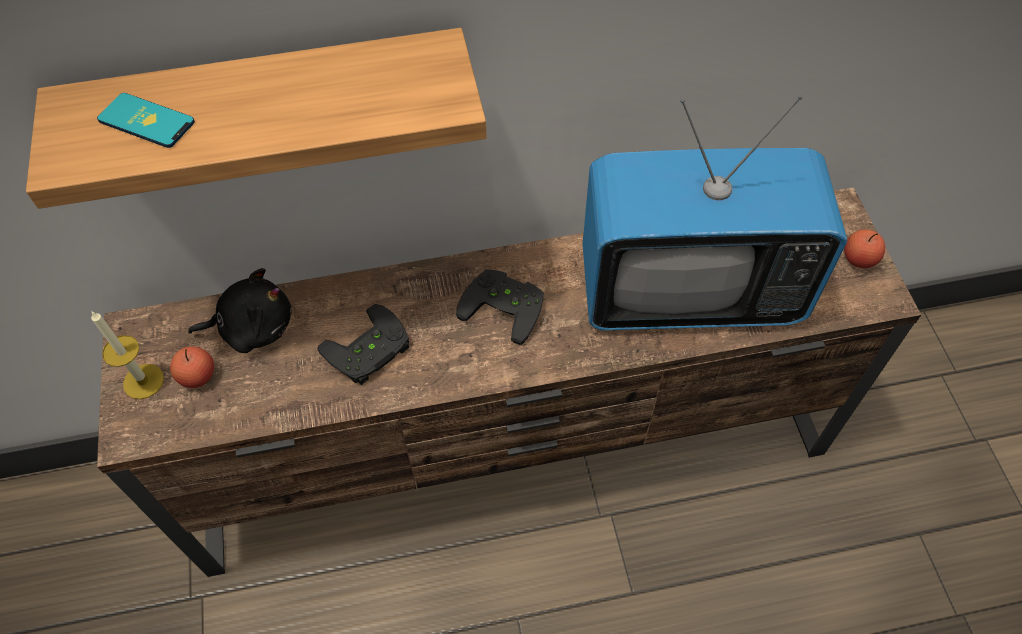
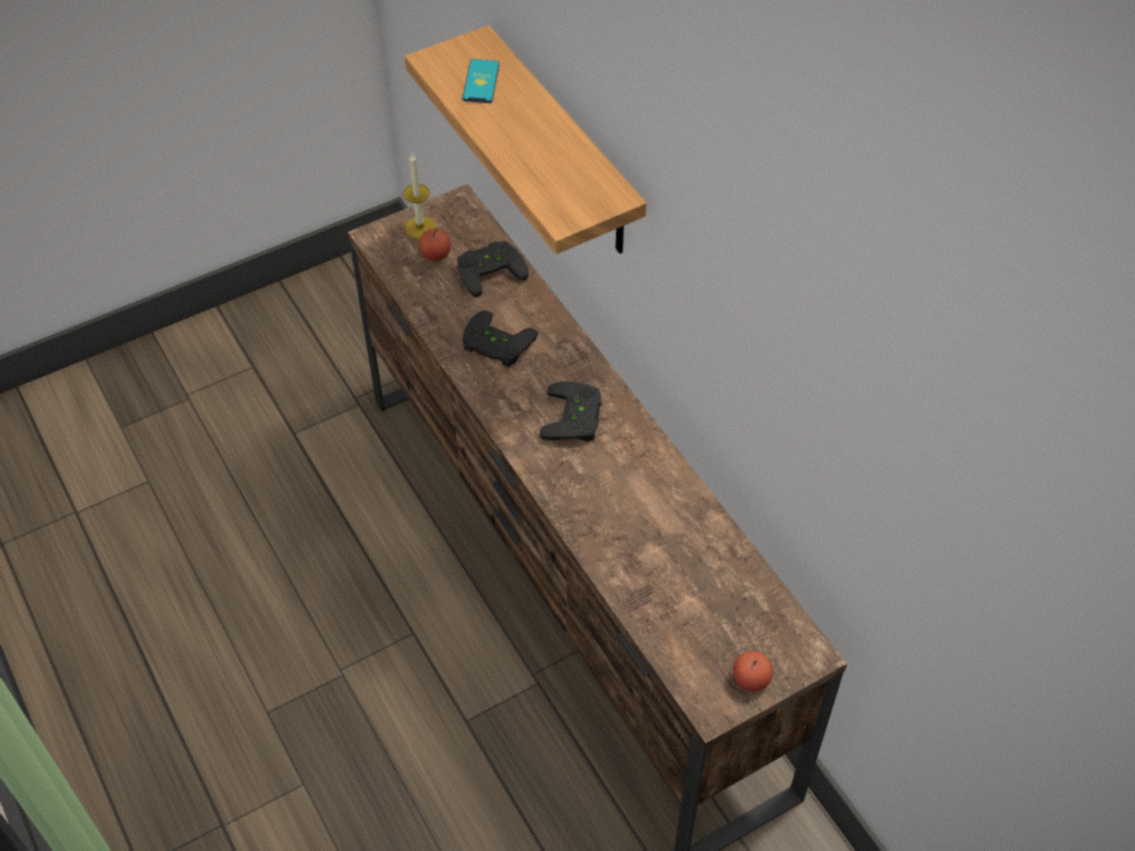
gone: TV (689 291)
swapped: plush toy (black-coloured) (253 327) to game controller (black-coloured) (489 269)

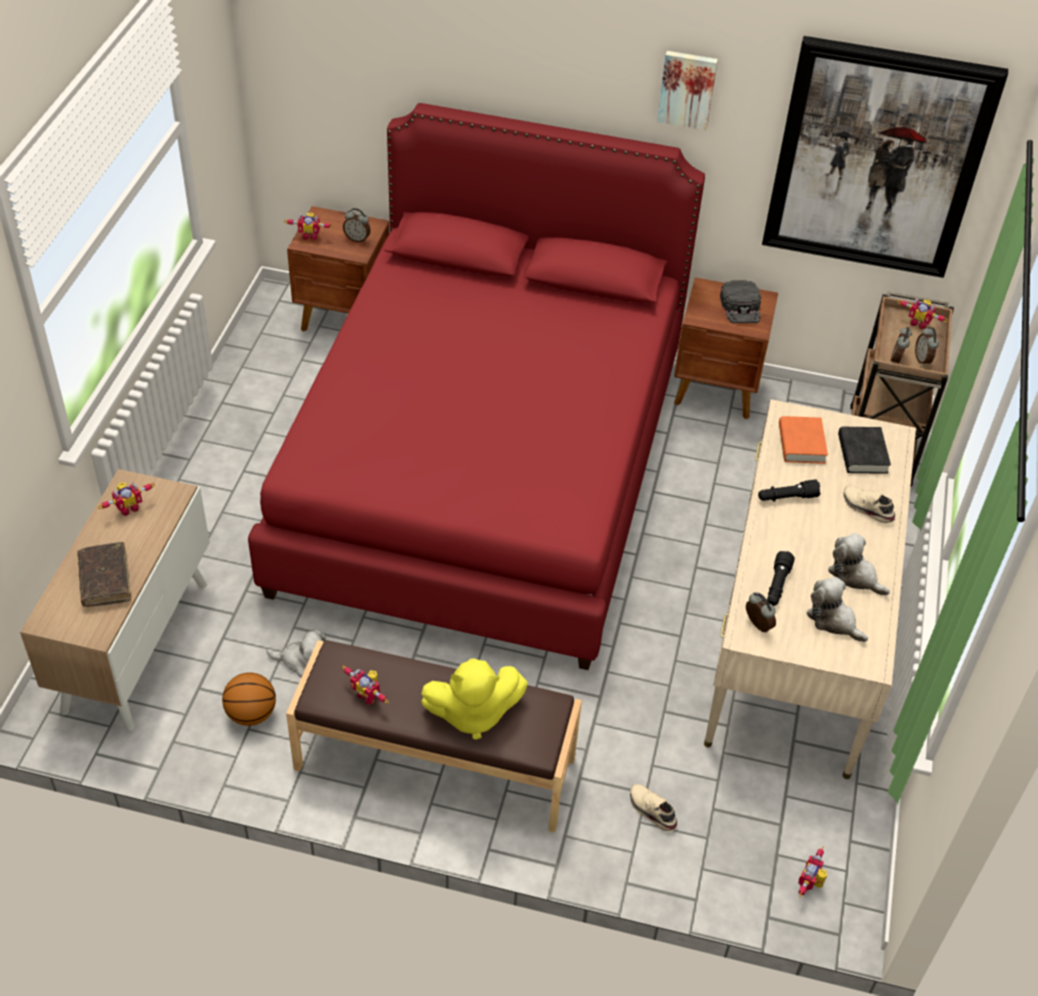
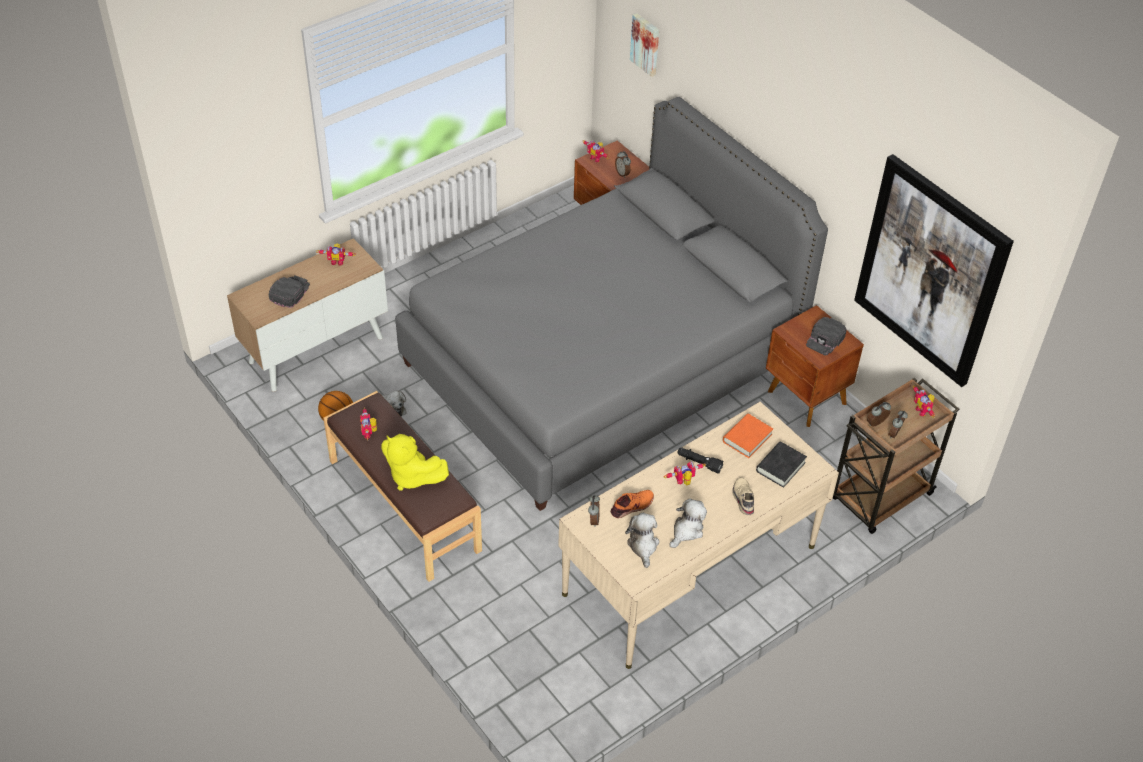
gone: shoe (sand-coloured) (651 811)
shifted: picture (687 89) to (646 44); toy robot (810 884) to (684 482)
swapped: bound book (brown) (105 580) to baseball cap (black-coloured) (289 292); hand torch (black-coloured) (777 585) to shoe (orange) (632 506)
repainted: sleeping bed (reddish) (483 469) to sleeping bed (grey) (601 362)
rotated: plush toy (854 576) = (686 530) 45 degrees clockwise

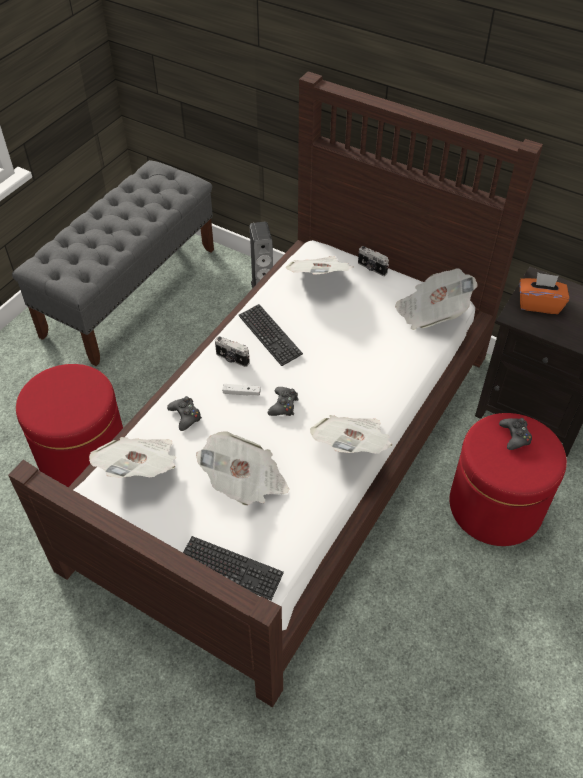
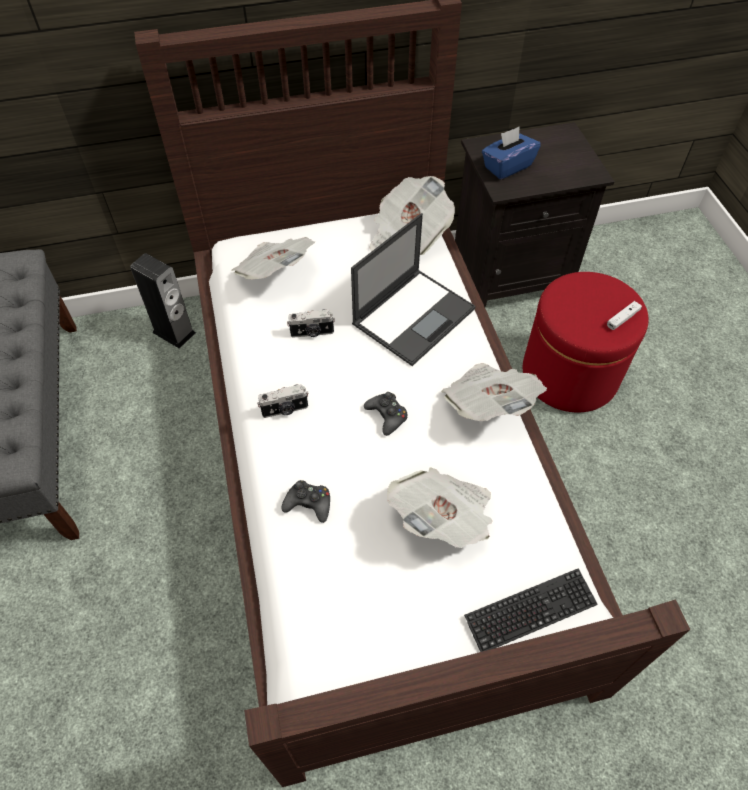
gone: footrest (reddish) (83 455); newspaper (140 469); PC keyboard (270 336); game controller (black-coloured) (515 436)
new: notebook computer (414 315)
shifted: still camera (371 268) to (312 333); game controller (white) (241 393) to (622 318)
repainted: tissue holder (orange) (539 304) to tissue holder (blue) (507 166)

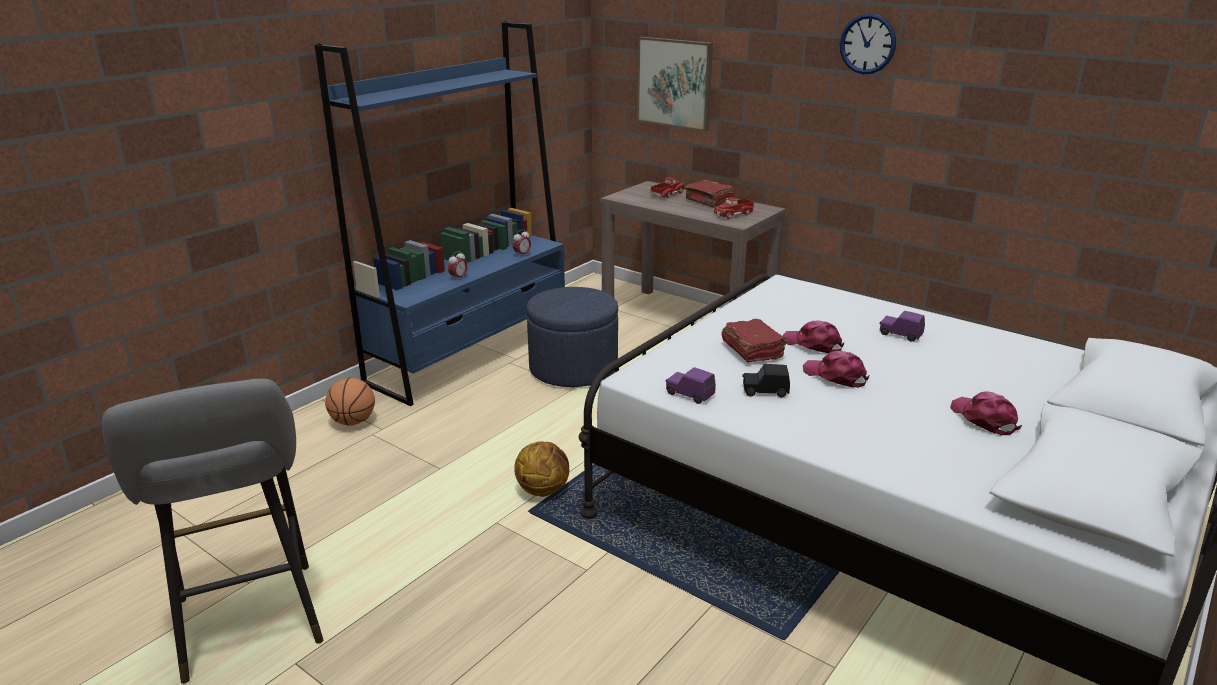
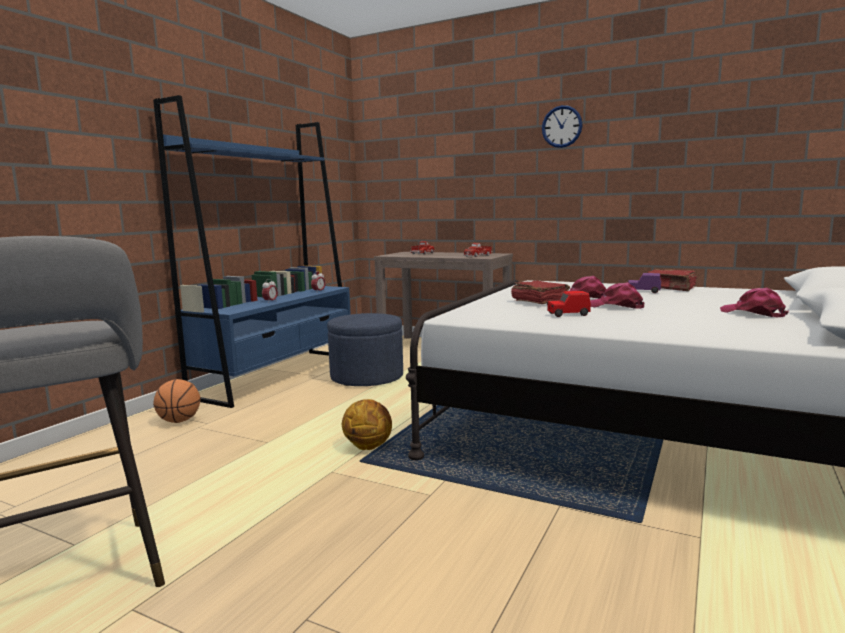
gone: picture (675 83); toy car (purplish) (689 394)
shifted: bound book (reddish) (709 201) to (670 288)
repainted: toy car (black-coloured) (764 391) to toy car (reddish) (567 314)

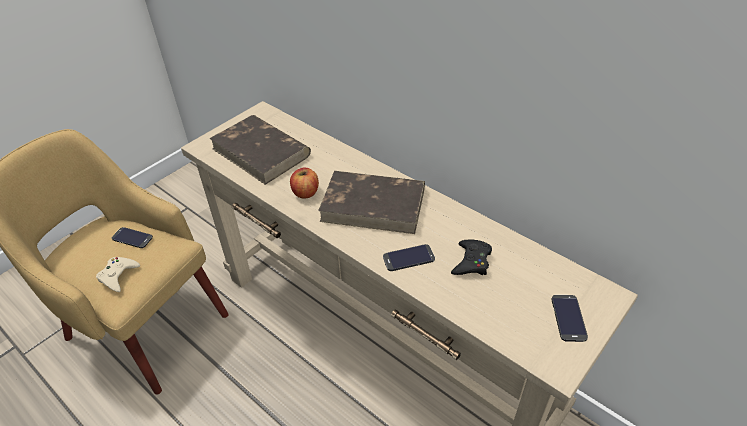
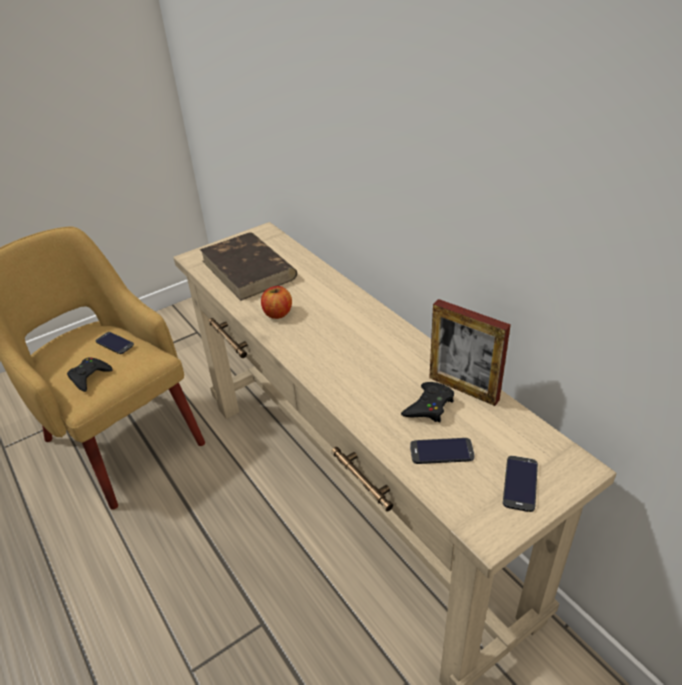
gone: bound book (brown) (374 205)
new: photo frame (463 388)
shifted: telephone (408 258) to (441 451)
repainted: game controller (sand-coloured) (118 276) to game controller (black-coloured) (89 376)

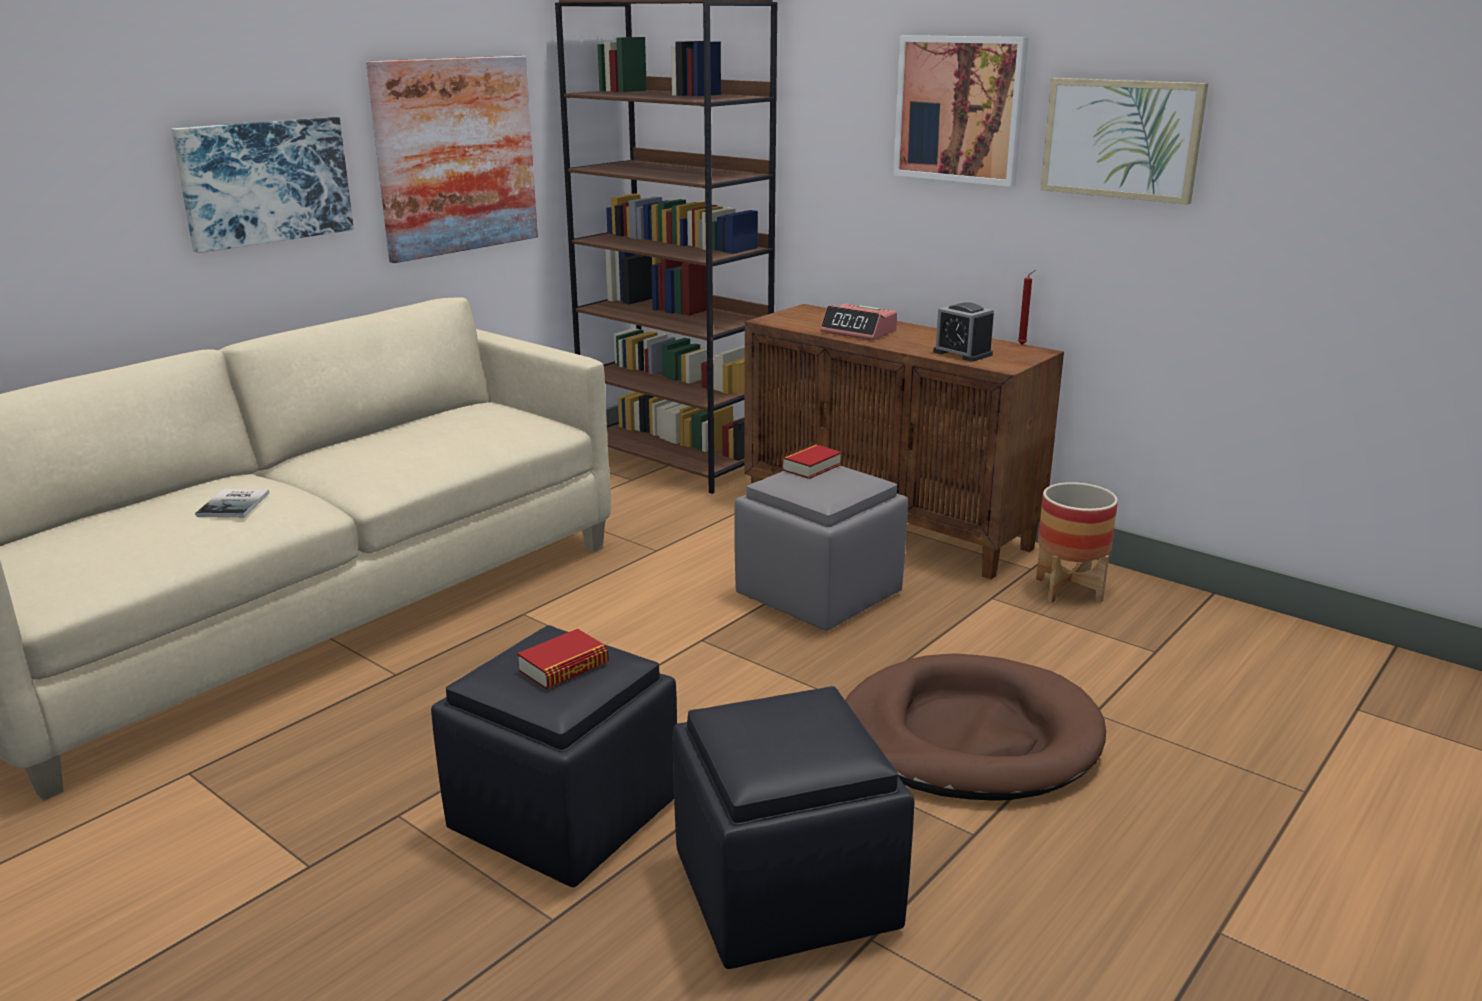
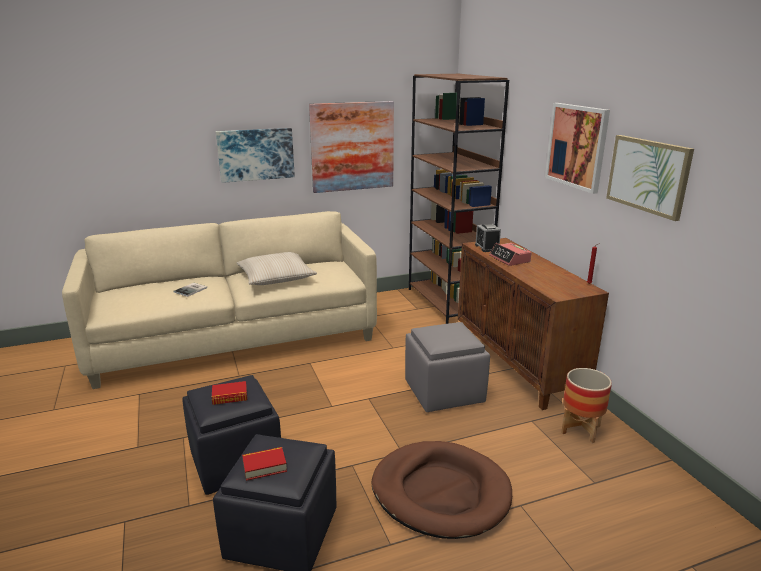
new: pillow (sand-coloured) (276 277)
shifted: bound book (811 467) to (264 467); bedside clock (962 353) to (487 247)

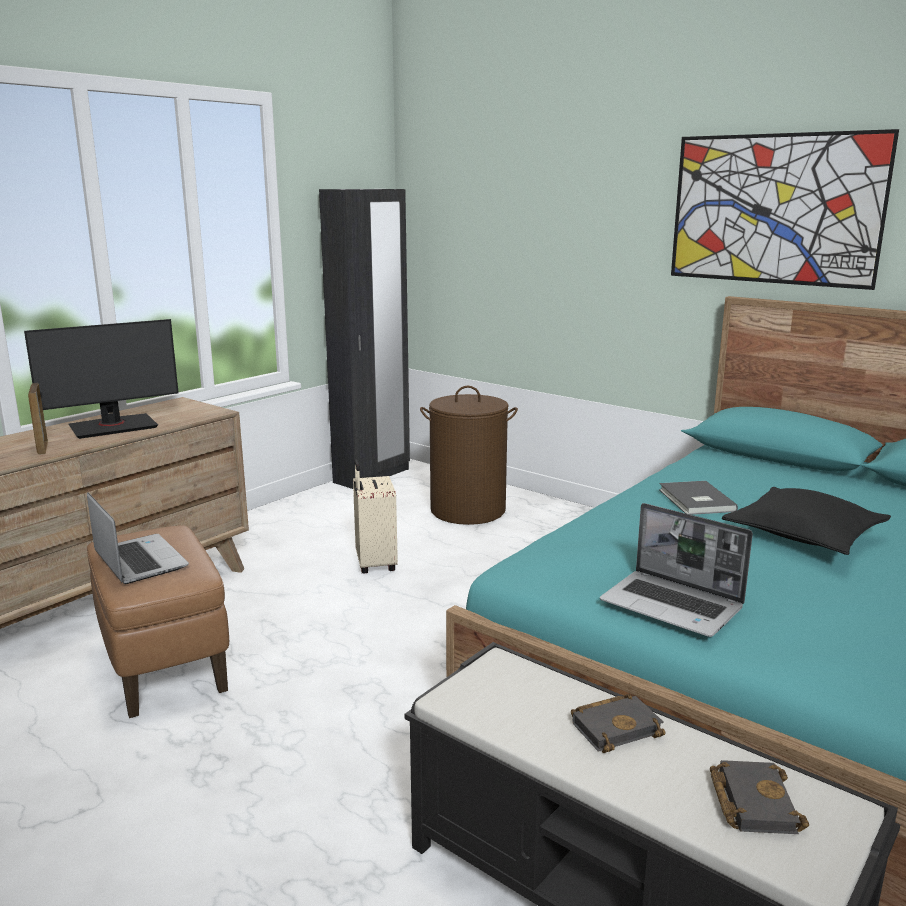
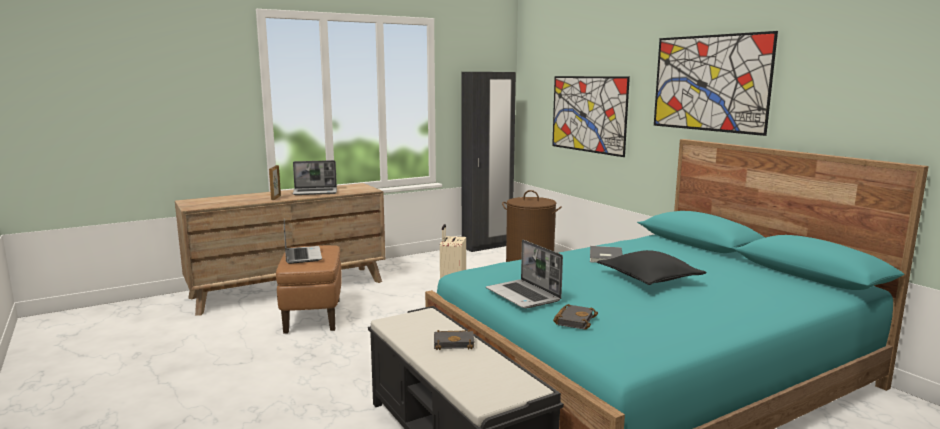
new: picture (588 114)
shifted: bound book (black-coloured) (751 801) to (574 320)
swapped: monitor (113 426) to notebook computer (316 192)

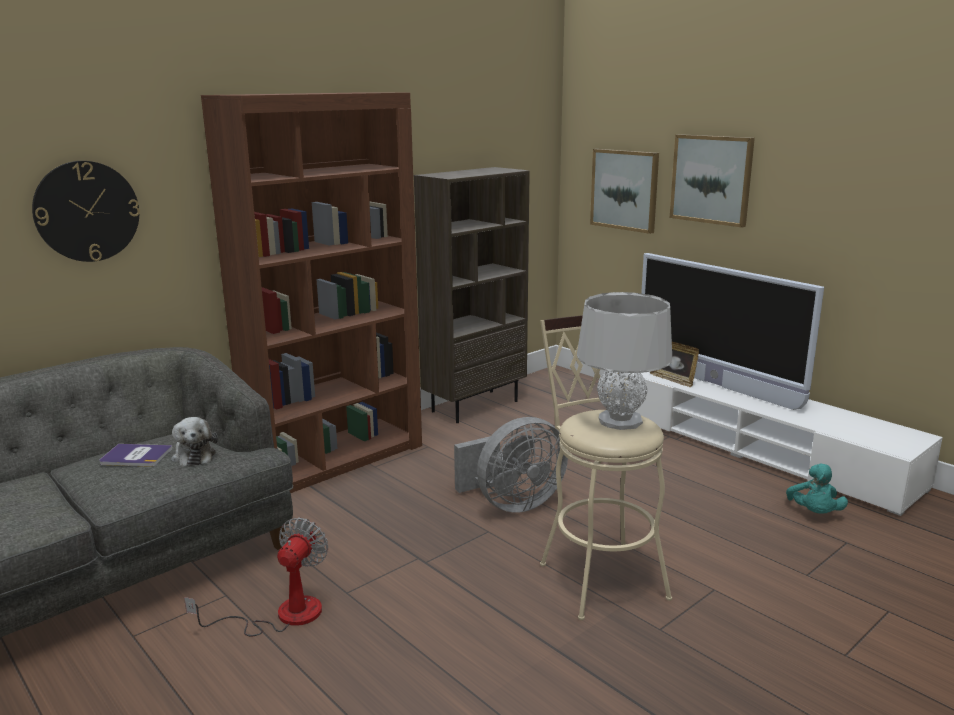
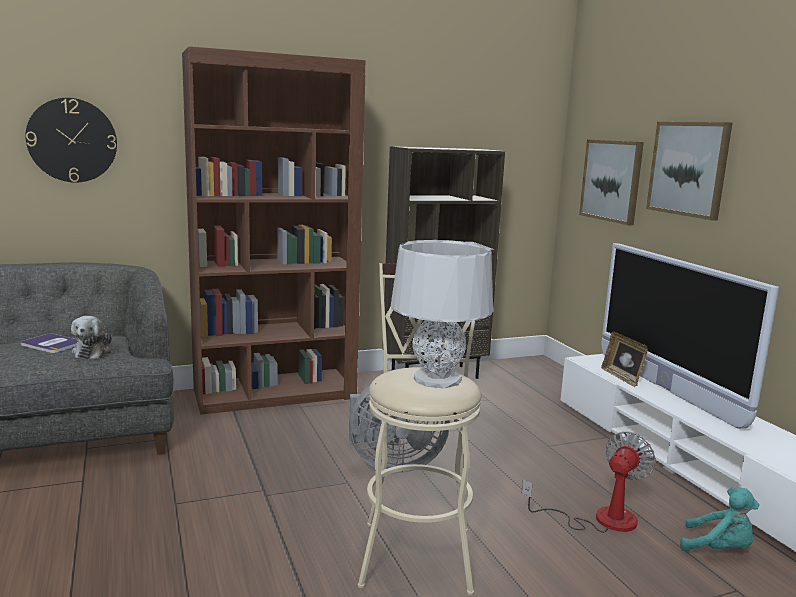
shifted: fan (282 615) to (600 519)
rotated: plush toy (blue-green) (814 513) = (718 549) 90 degrees counterclockwise

